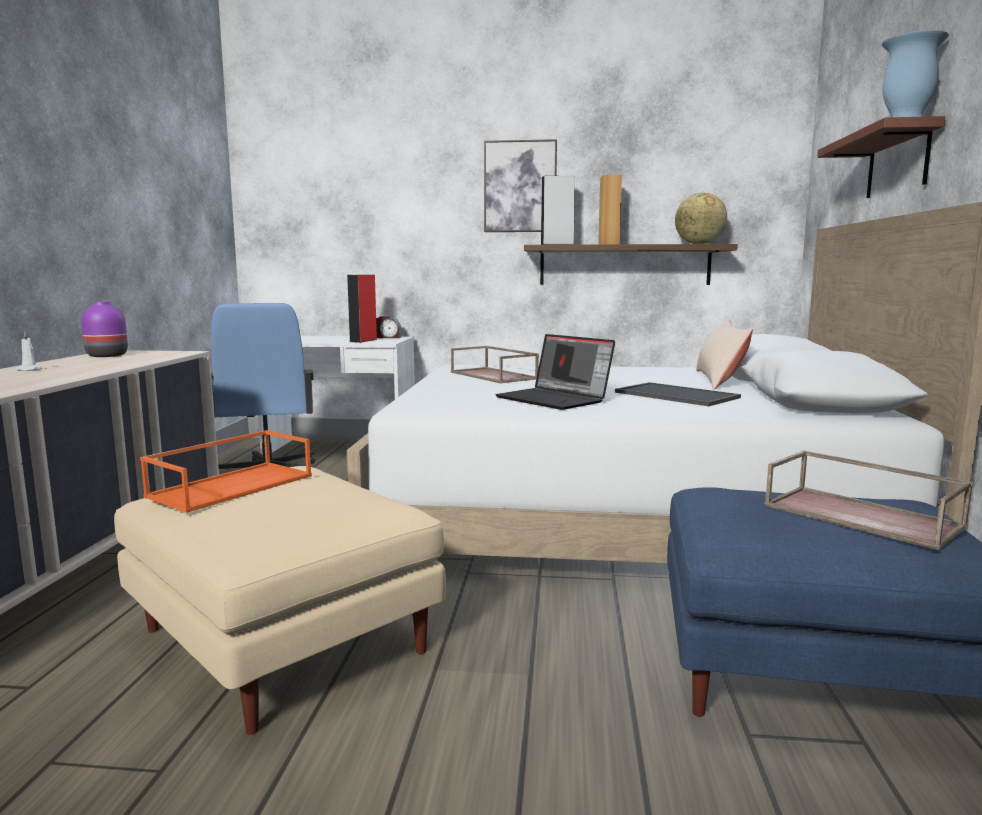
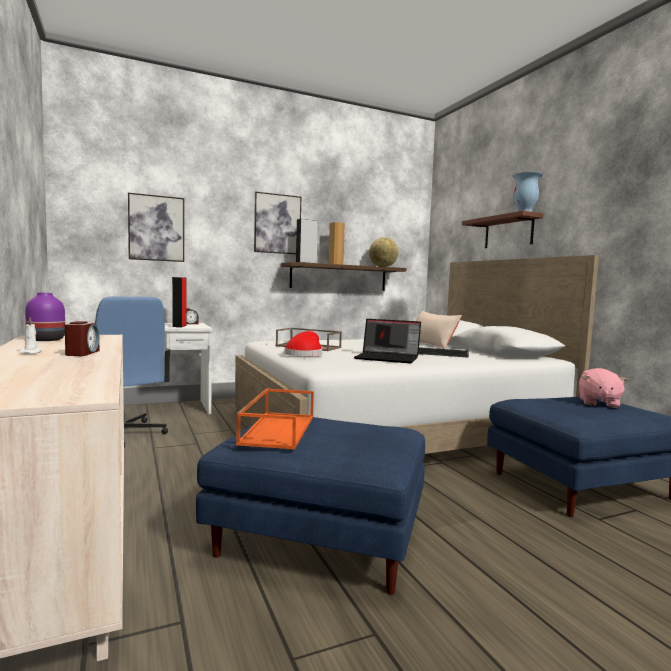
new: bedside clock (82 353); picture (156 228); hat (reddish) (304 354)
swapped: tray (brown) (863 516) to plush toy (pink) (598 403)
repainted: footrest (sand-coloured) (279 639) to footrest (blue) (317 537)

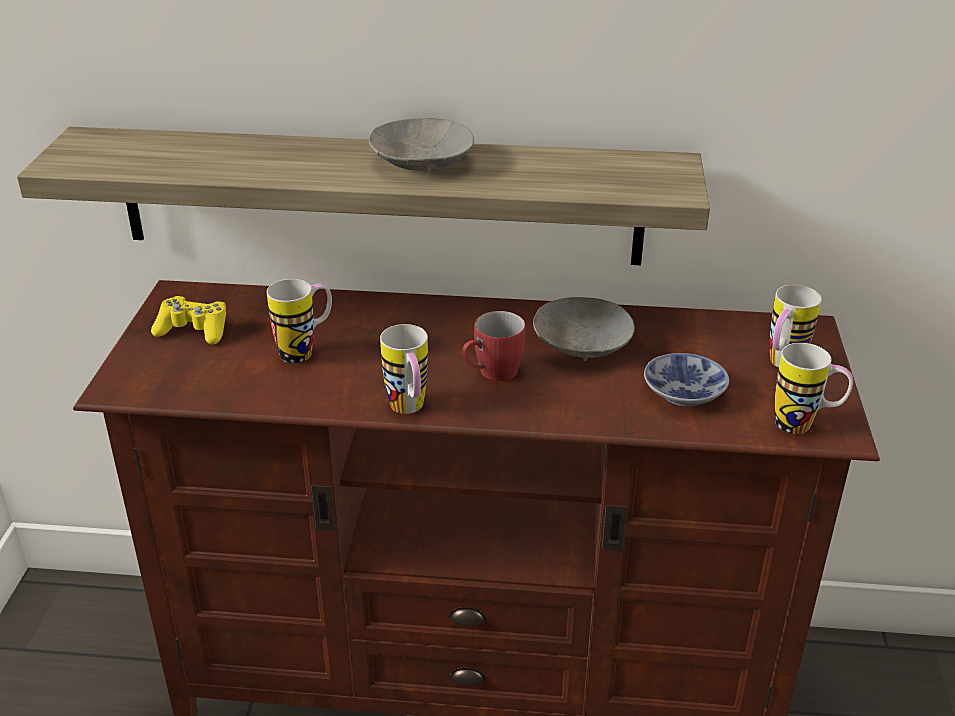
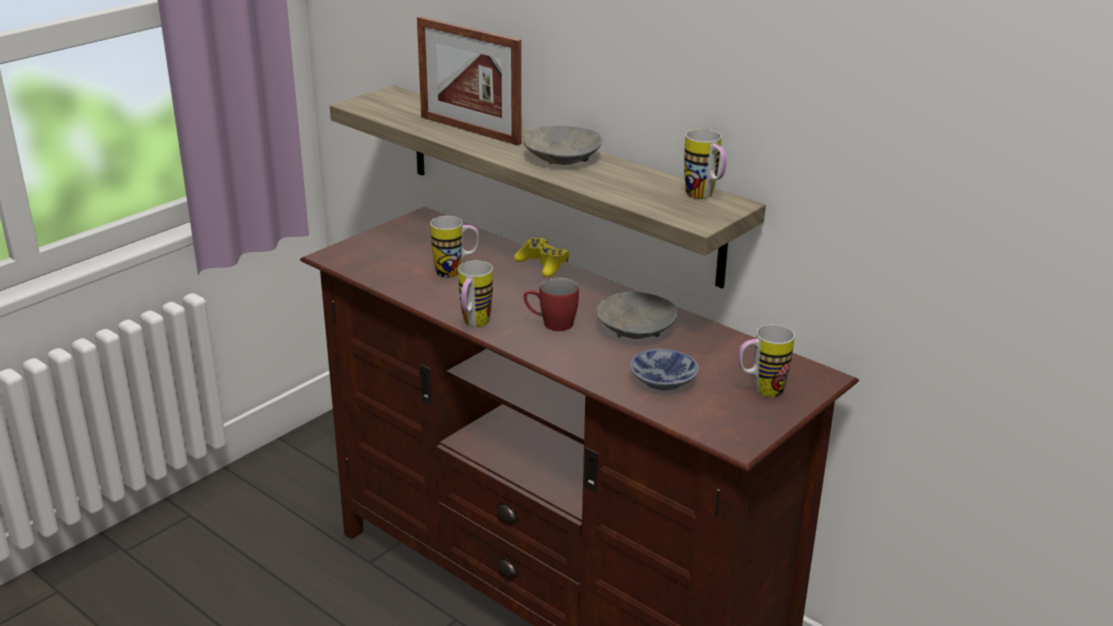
new: photo frame (470 130)
shifted: game controller (yellowish) (193 330) to (542 265); tea mug (804 427) to (704 197)

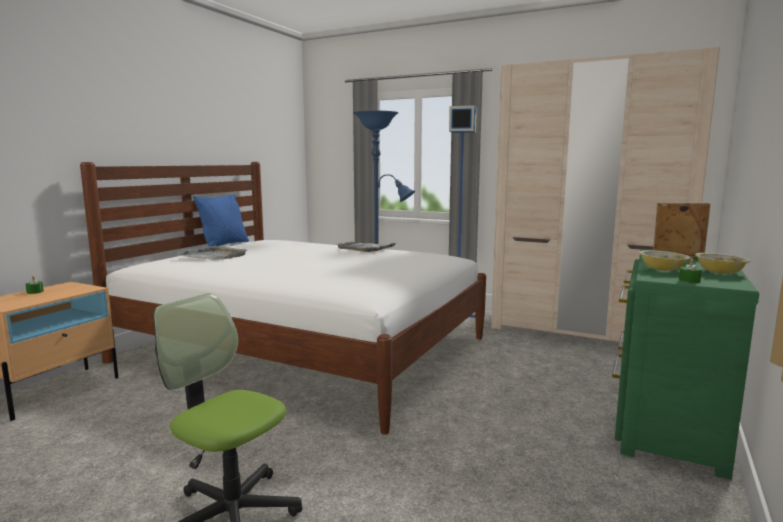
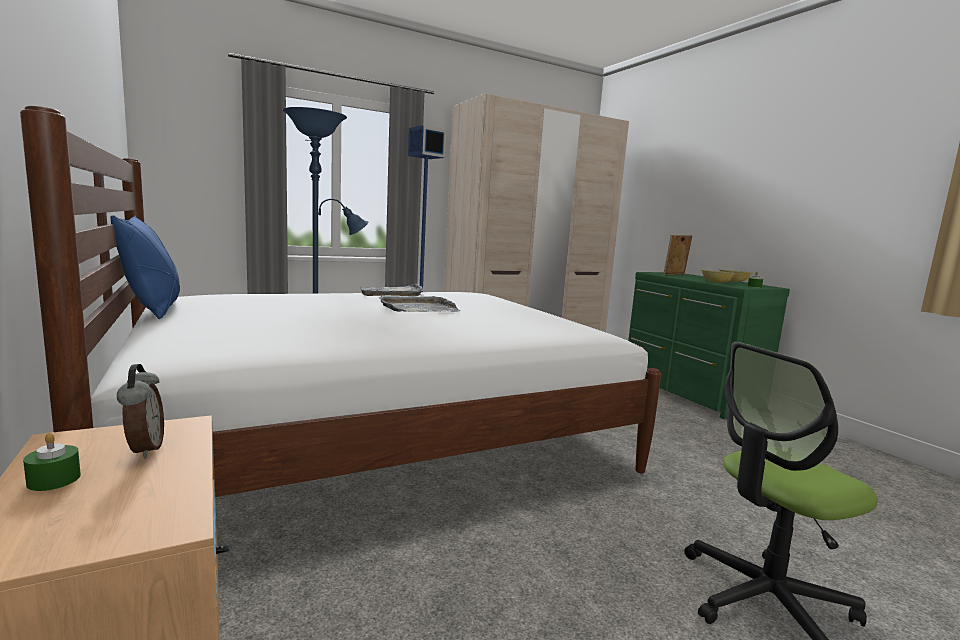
new: bedside clock (144 449)
shifted: tray (grey) (214 256) to (417 308)

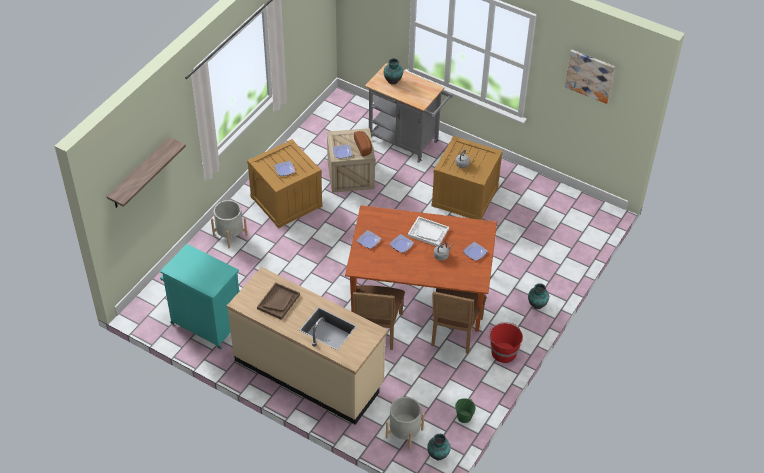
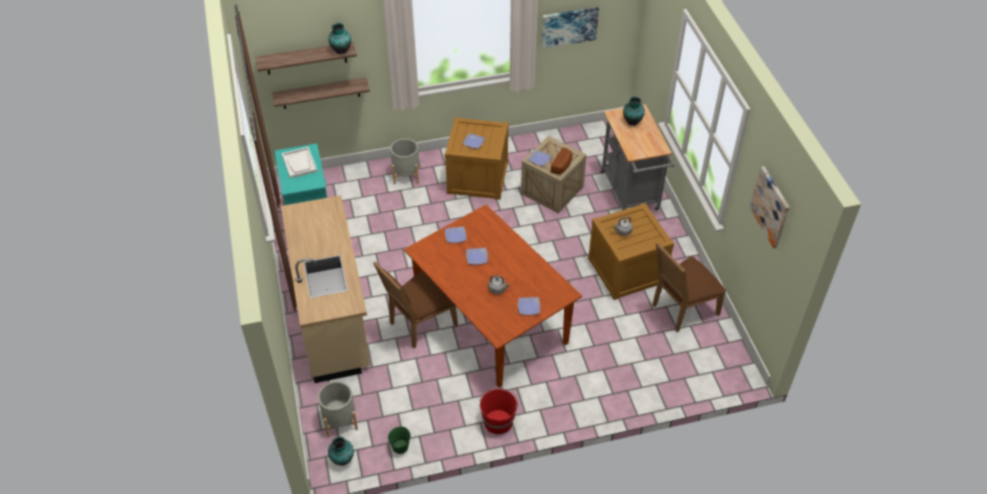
gone: tray (brown) (278 301)
new: wall shelf (321 93); picture (569 26)
shifted: tray (white) (428 232) to (299 163); flower vase (537 305) to (341 50); chair (brown) (454 334) to (681 309)

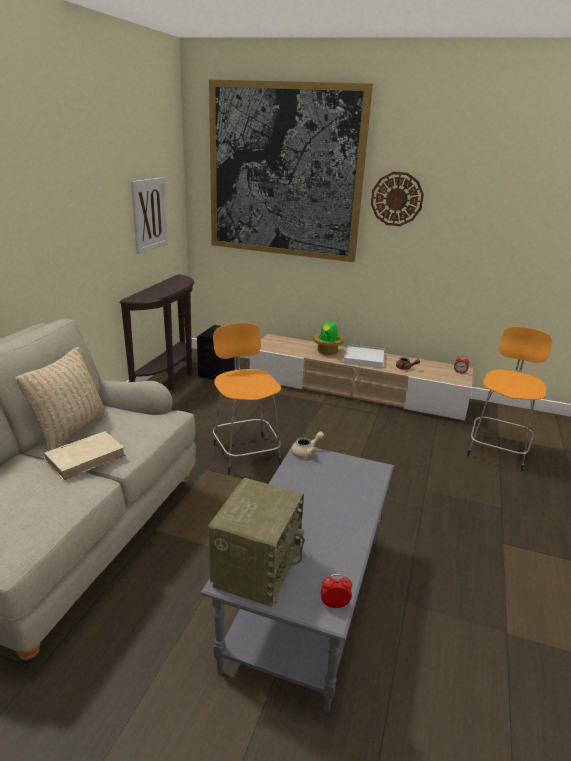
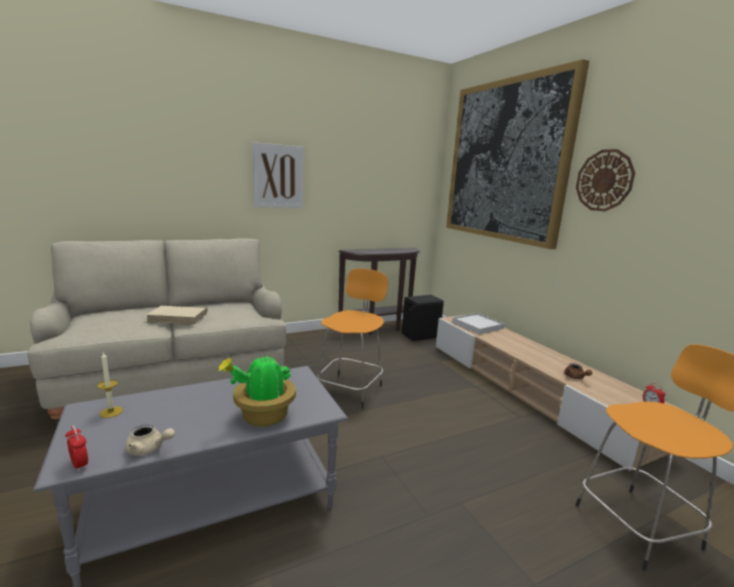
gone: pillow (sand-coloured) (71 430)
shifted: tea pot (sand-coloured) (306 452) to (149 449); potted plant (327 352) to (263 417); picture (149 214) to (278 176); tray (white) (364 358) to (477 325)
swapped: radio receiver (256 566) to wax candle (111 412)

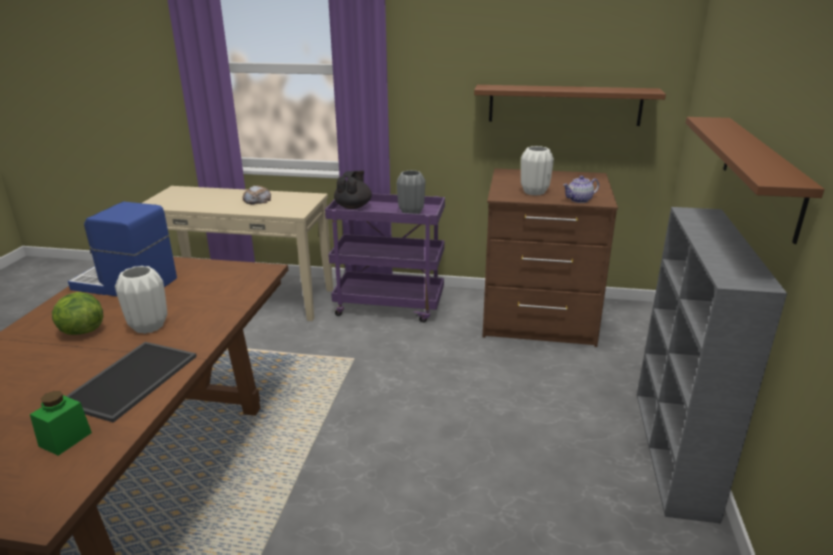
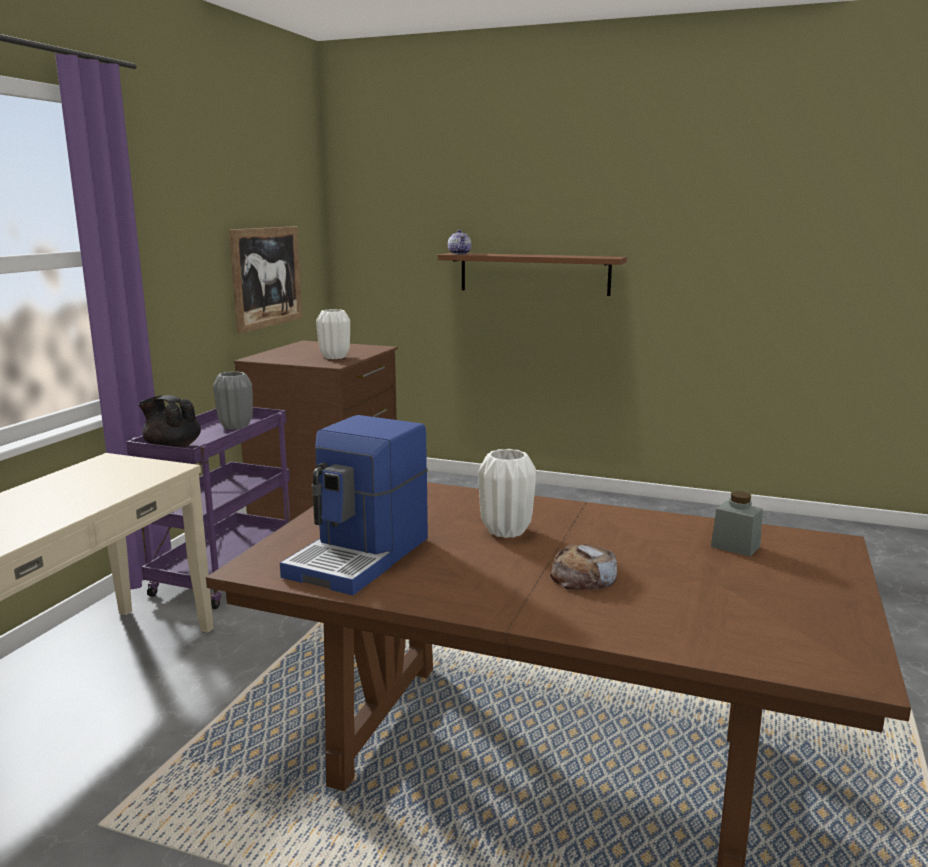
gone: lettuce (81 331); tray (130 379); bookshelf (grey) (674 452)
shifted: tea pot (579 200) to (460 253); bakery bread (257 200) to (583 576)
swapped: wall shelf (brown) (564 105) to picture (266 277)
repainted: jar (green-coloured) (65 439) to jar (grey) (735 546)

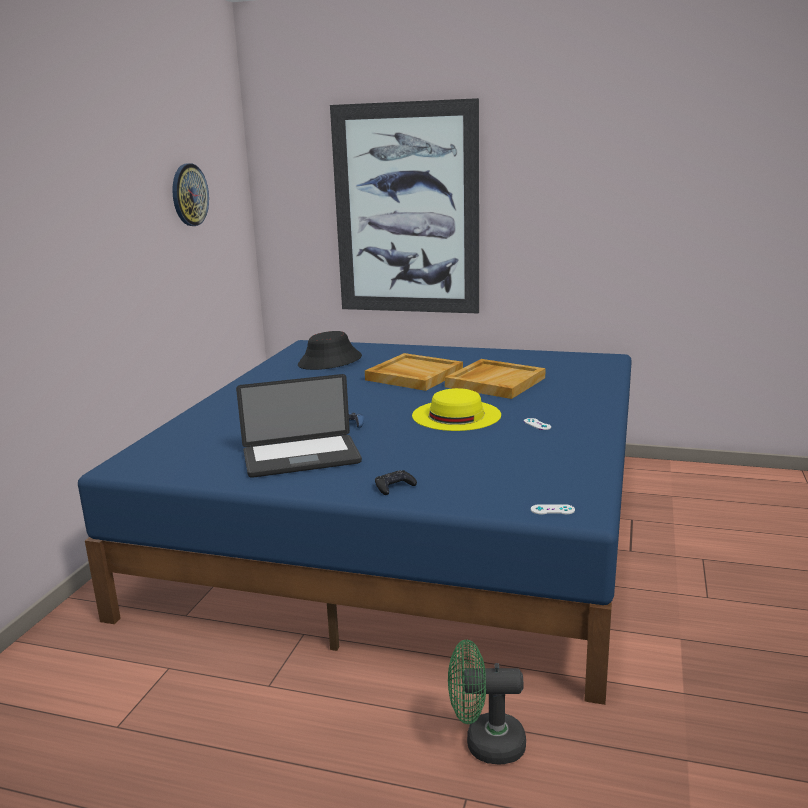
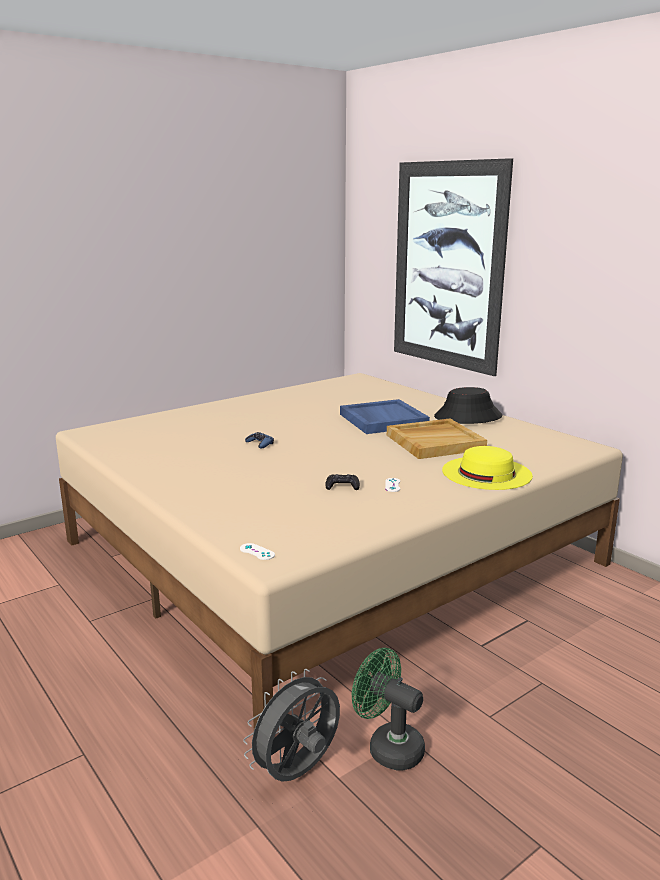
gone: hanging clock (189 195); notebook computer (301 458)
new: fan (grey) (298 773)
shifted: game controller (black-coloured) (394 487) to (342 486); fan (green-coloured) (485 744) to (388 746); hat (black-coloured) (330 361) to (468 417); hat (yellowish) (456 415) to (486 473)
repainted: sleeping bed (blue) (409 526) to sleeping bed (sand-coloured) (330 553); tray (sand-coloured) (413 375) to tray (blue) (382 420)

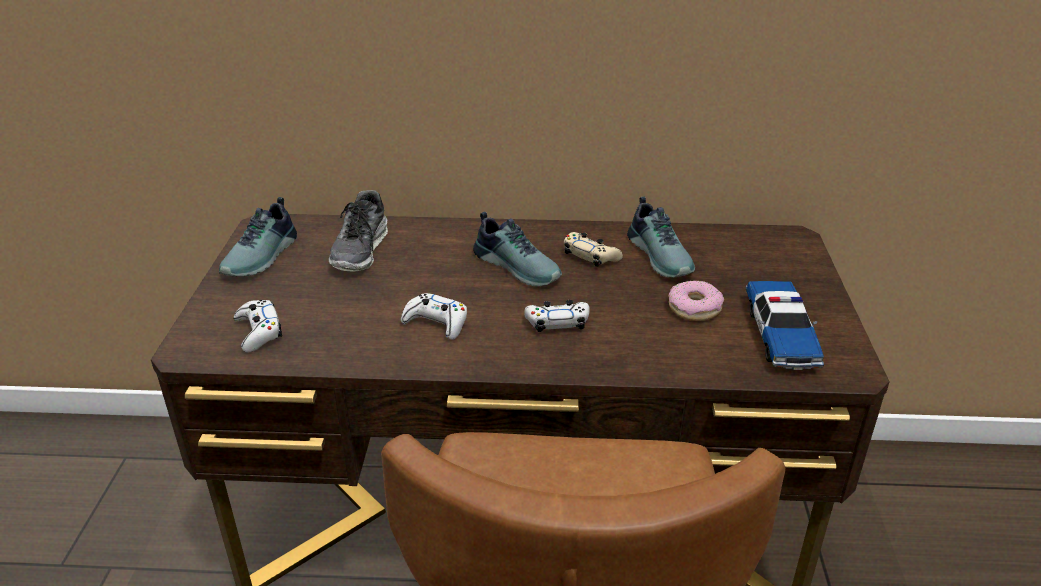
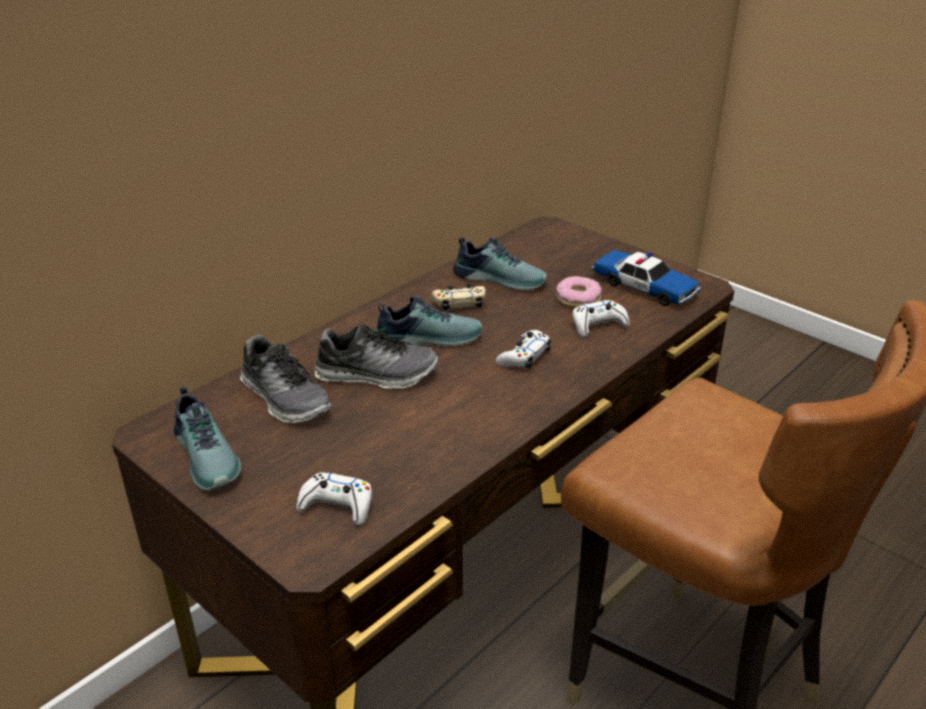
new: shoe (376 374)
shifted: game controller (white) (436 323) to (598 325)

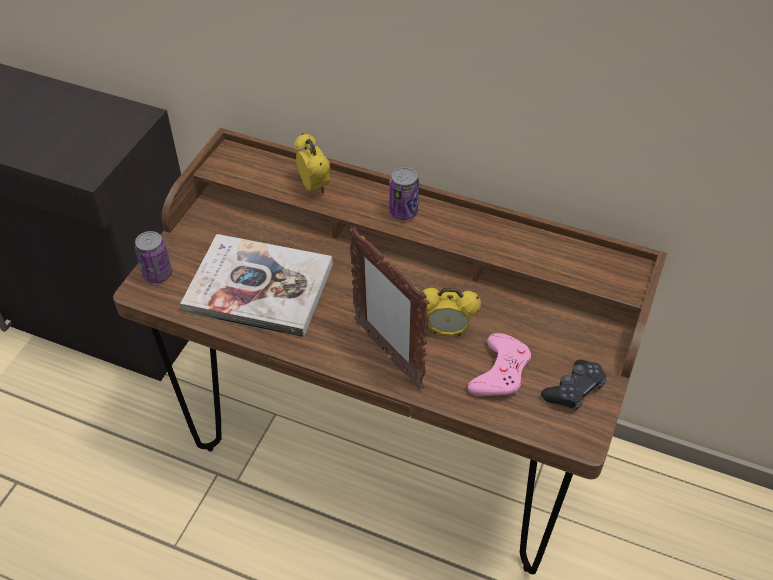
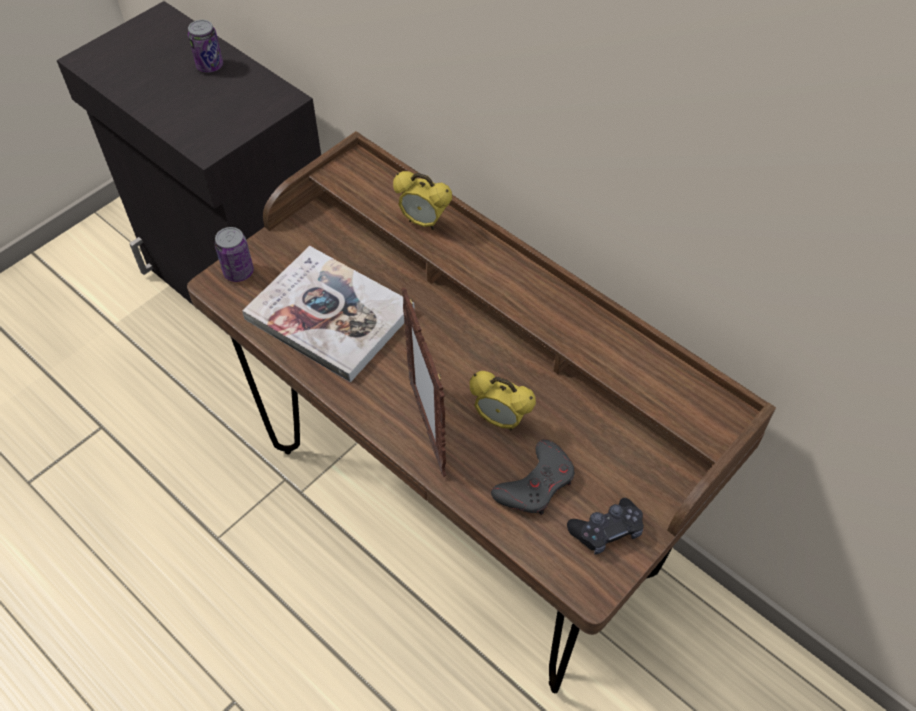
shifted: sealed can (403 212) to (210 66)
repainted: game controller (pink) (500 372) to game controller (grey) (536 484)
rotated: bedside clock (314 187) = (423 222) 120 degrees clockwise

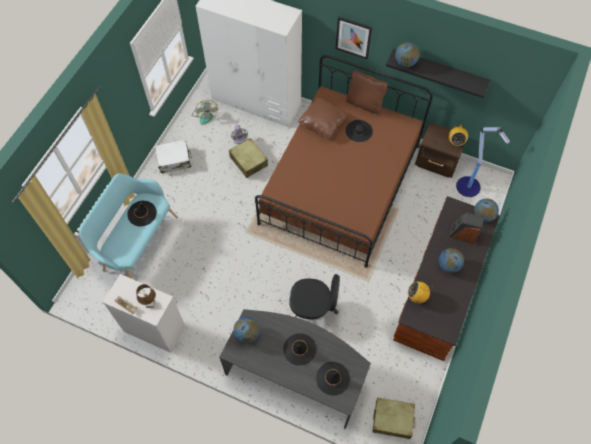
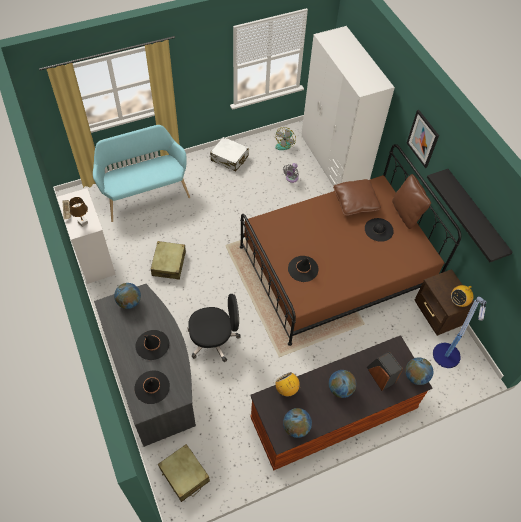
shifted: travel case (sand-coloured) (248 161) to (169 264); globe (405 63) to (296 427); hat (black-coloured) (142 213) to (303 269)
rotated: computer chair (black-coloured) (312 309) = (214 340) 60 degrees counterclockwise

